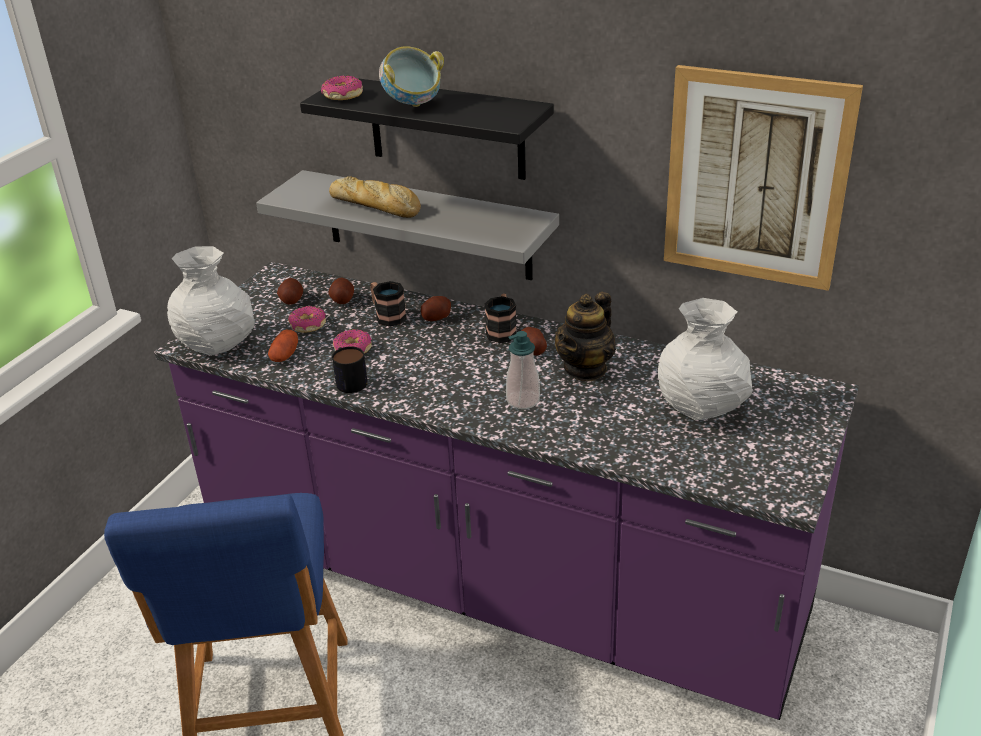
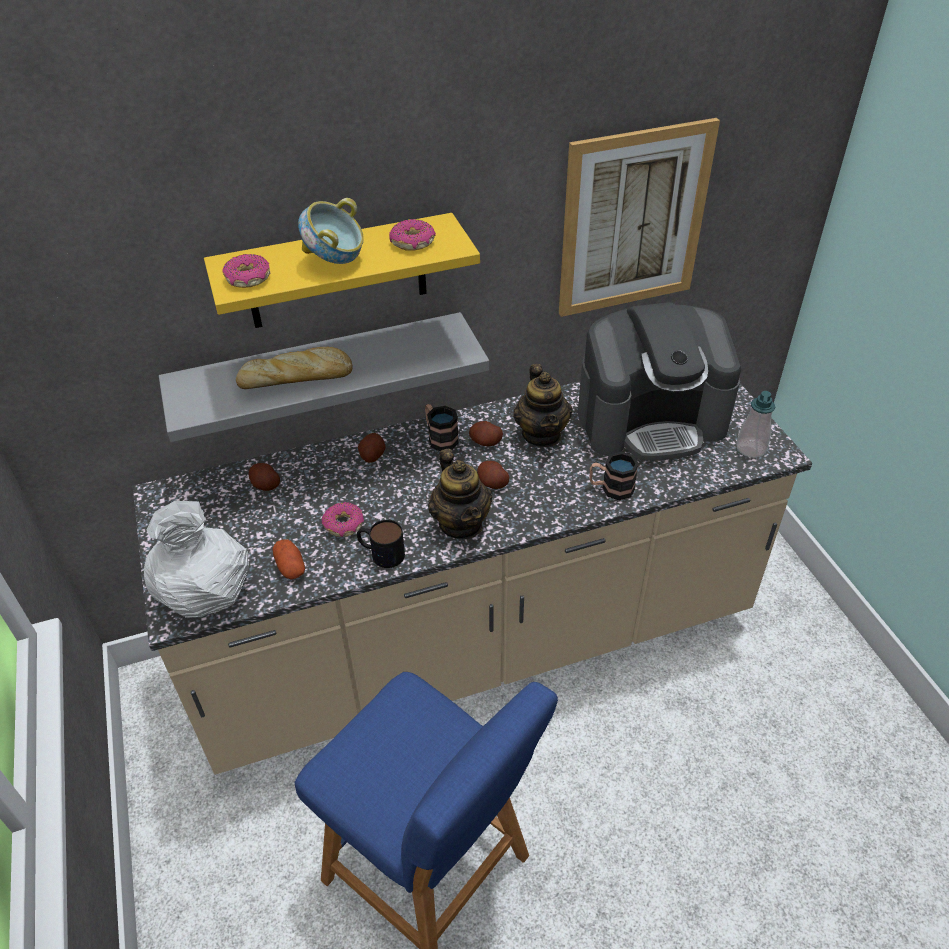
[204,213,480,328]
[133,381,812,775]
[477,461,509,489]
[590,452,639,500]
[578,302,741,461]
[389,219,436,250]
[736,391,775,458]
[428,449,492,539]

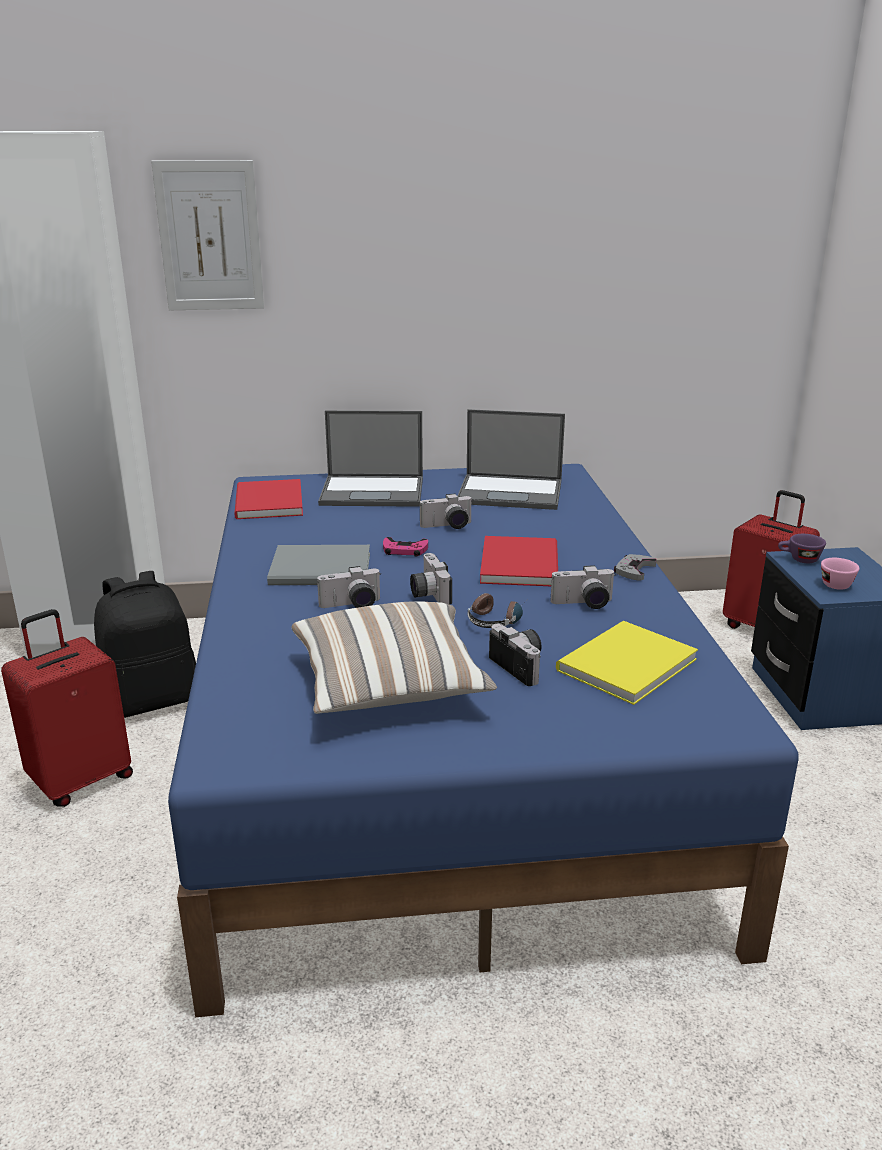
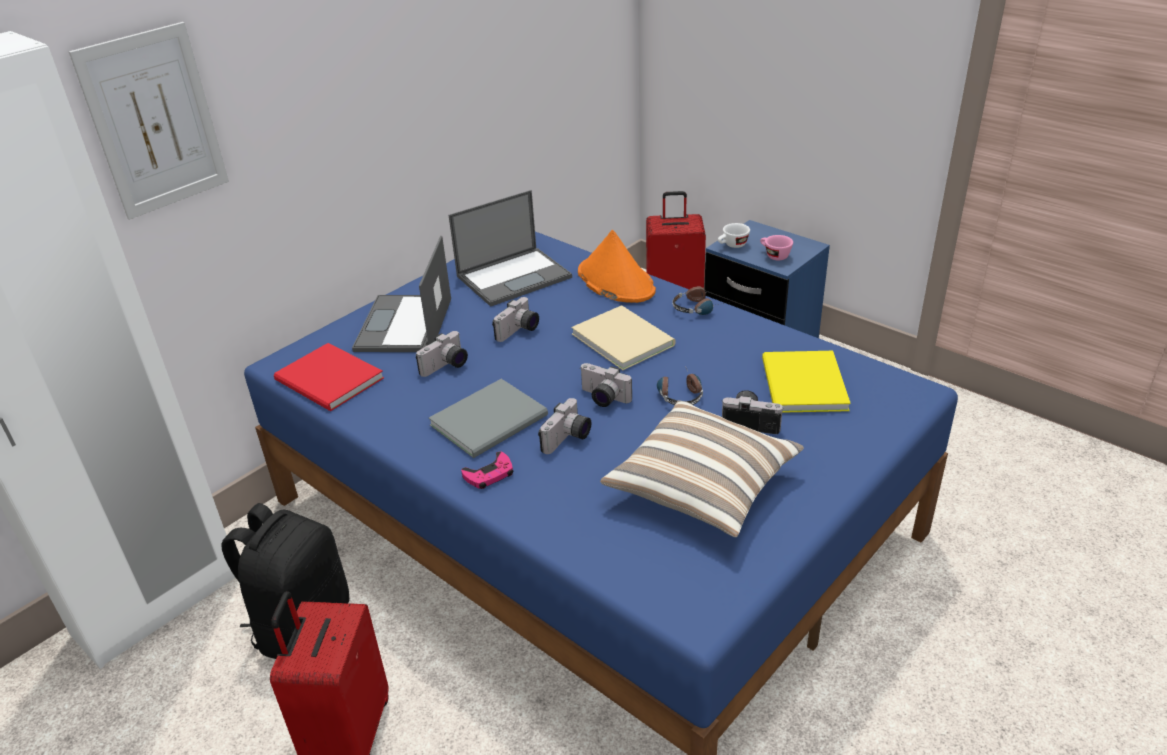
[352,236,451,352]
[718,223,750,248]
[571,305,676,370]
[461,452,513,489]
[672,287,724,315]
[416,331,468,377]
[578,230,656,303]

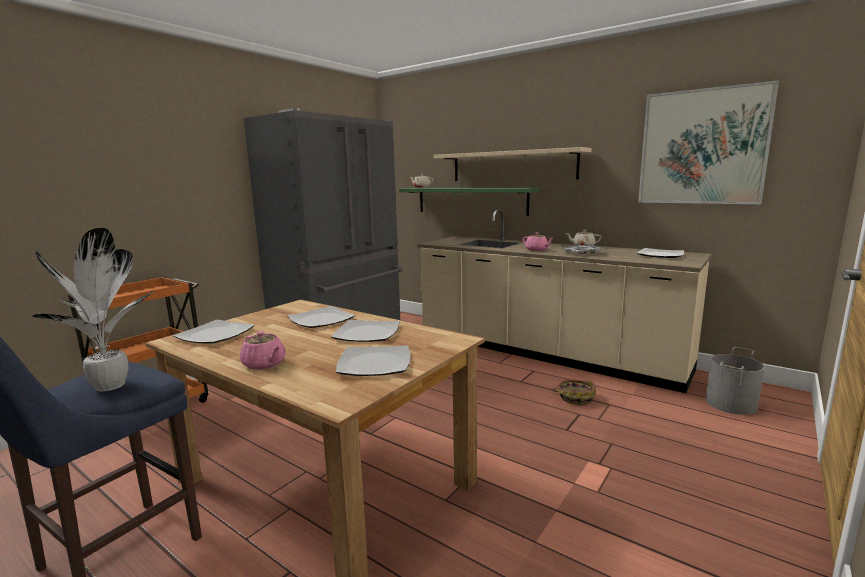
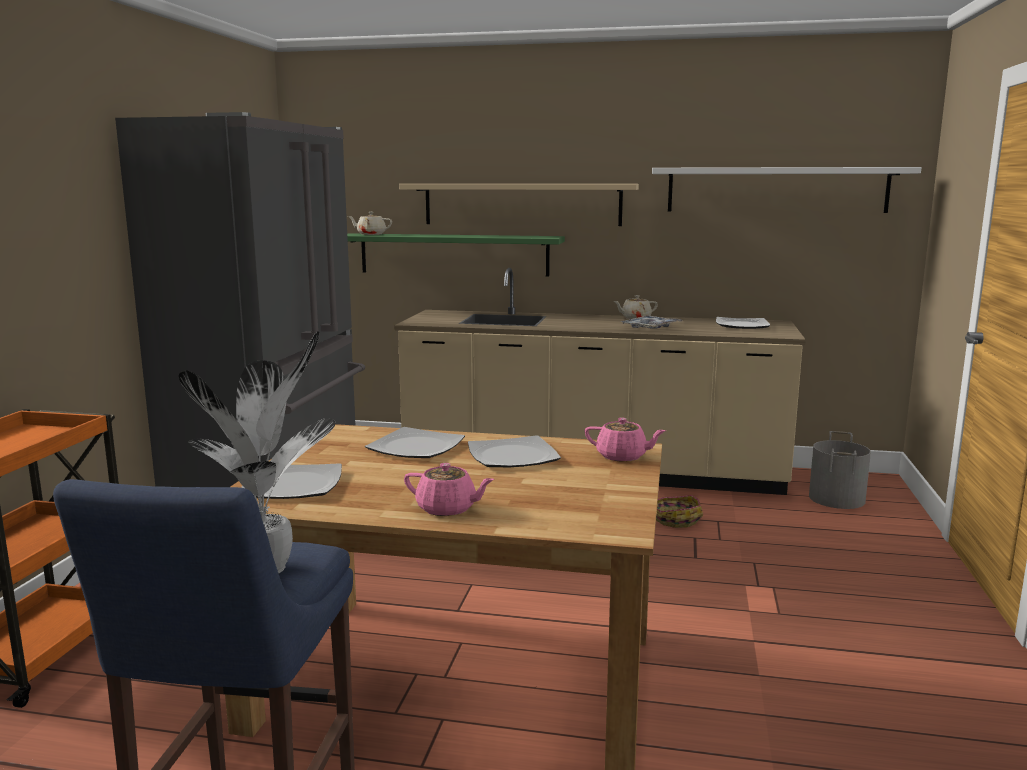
[652,167,921,213]
[585,417,666,462]
[336,345,410,376] (first image)

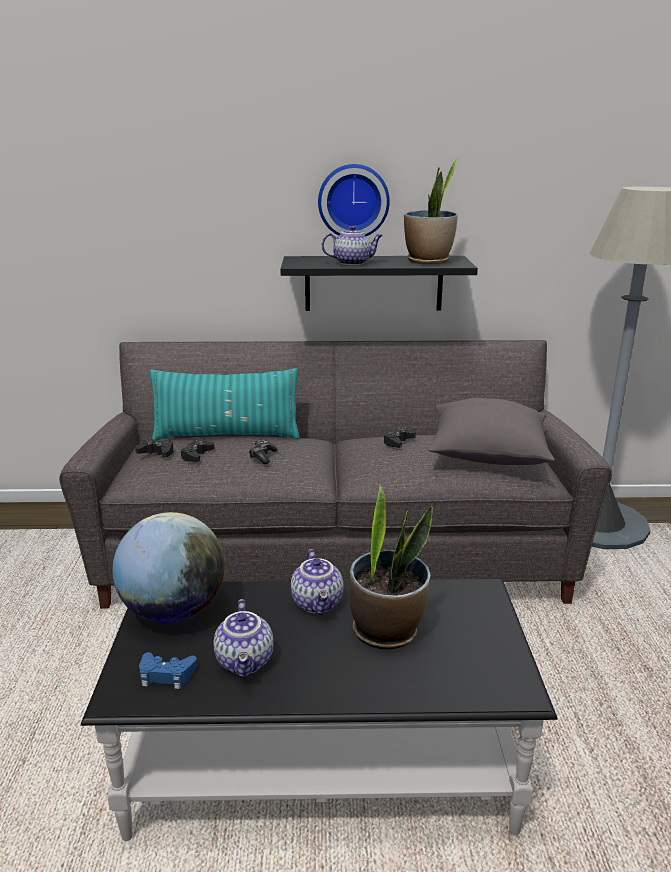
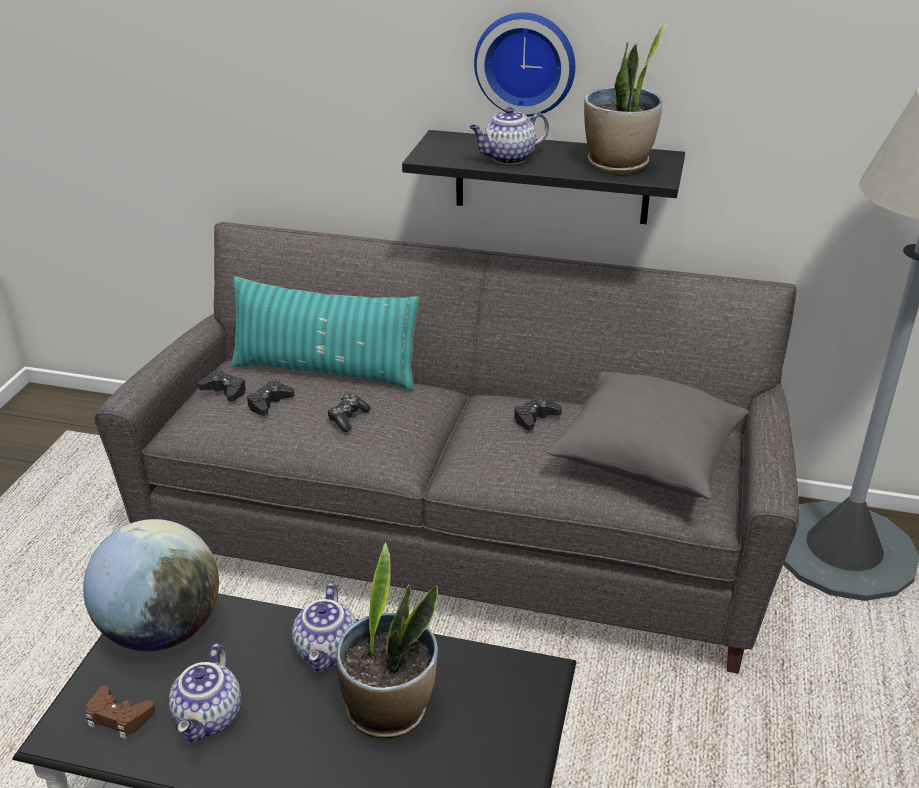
[469,107,549,165]
[85,685,155,739]

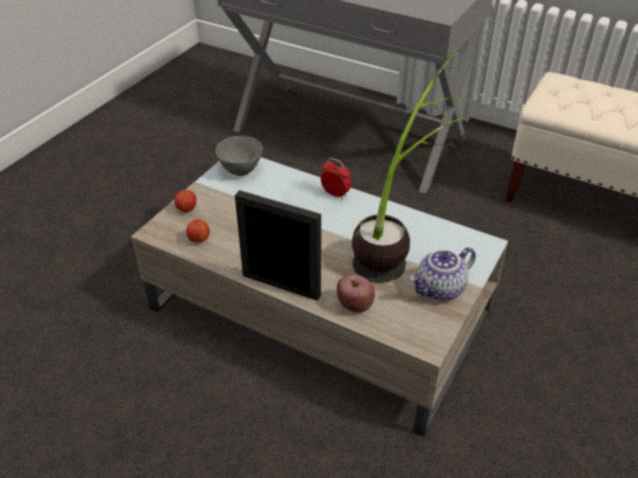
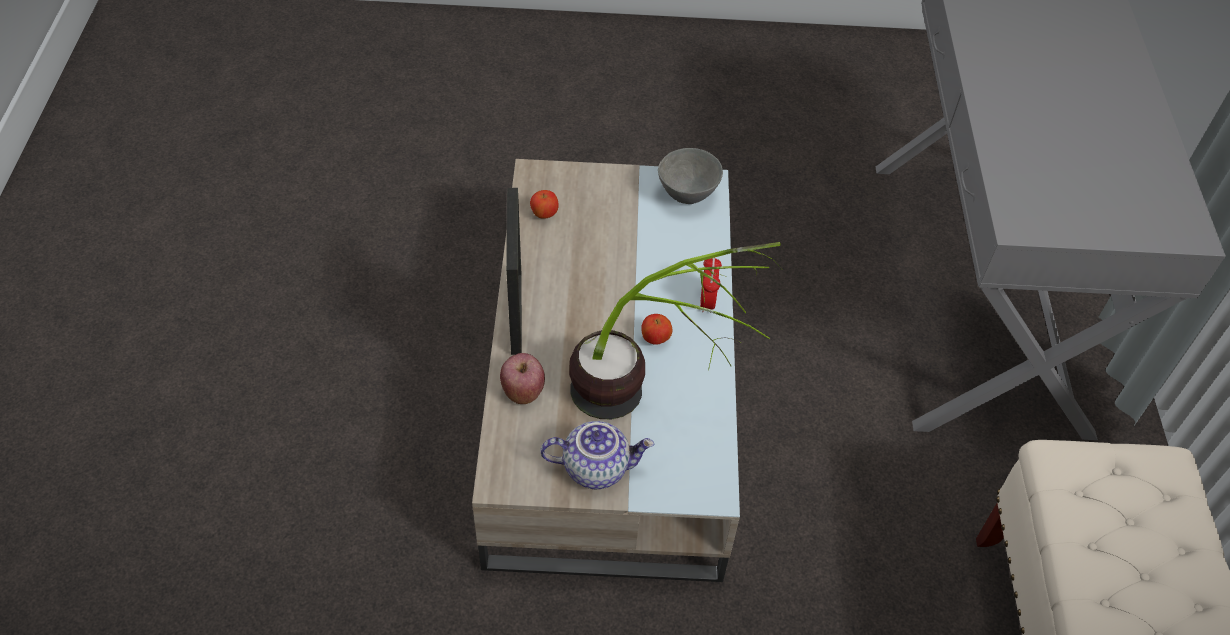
[641,314,672,345]
[540,421,654,489]

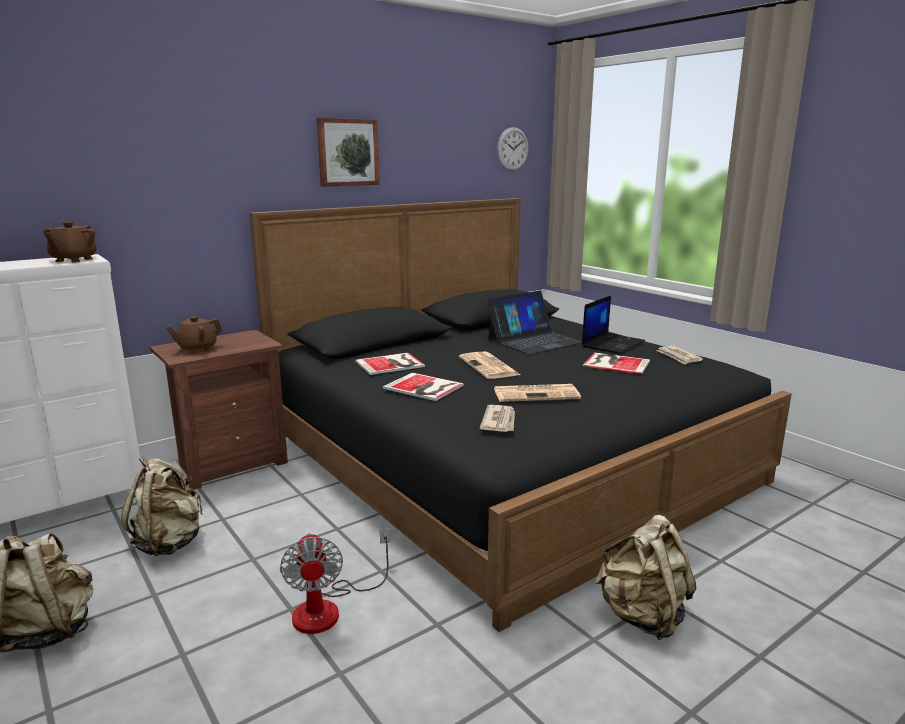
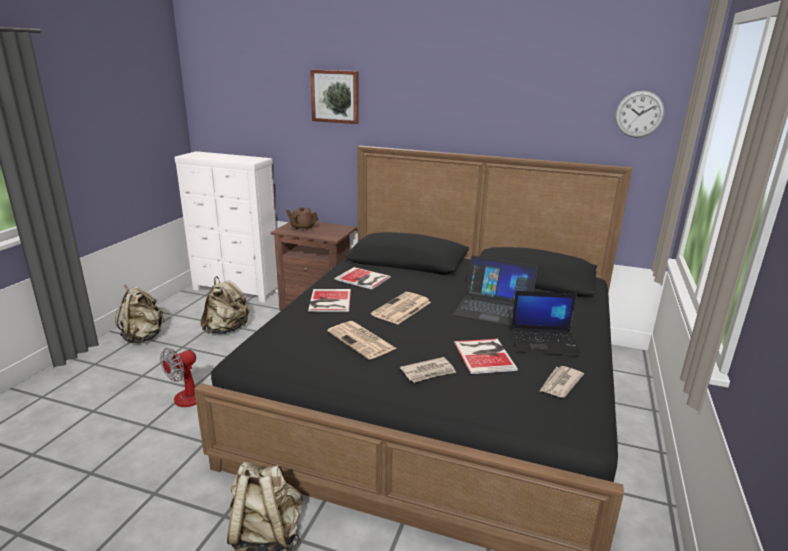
[310,69,358,124]
[43,222,97,263] (first image)
[400,357,456,383]

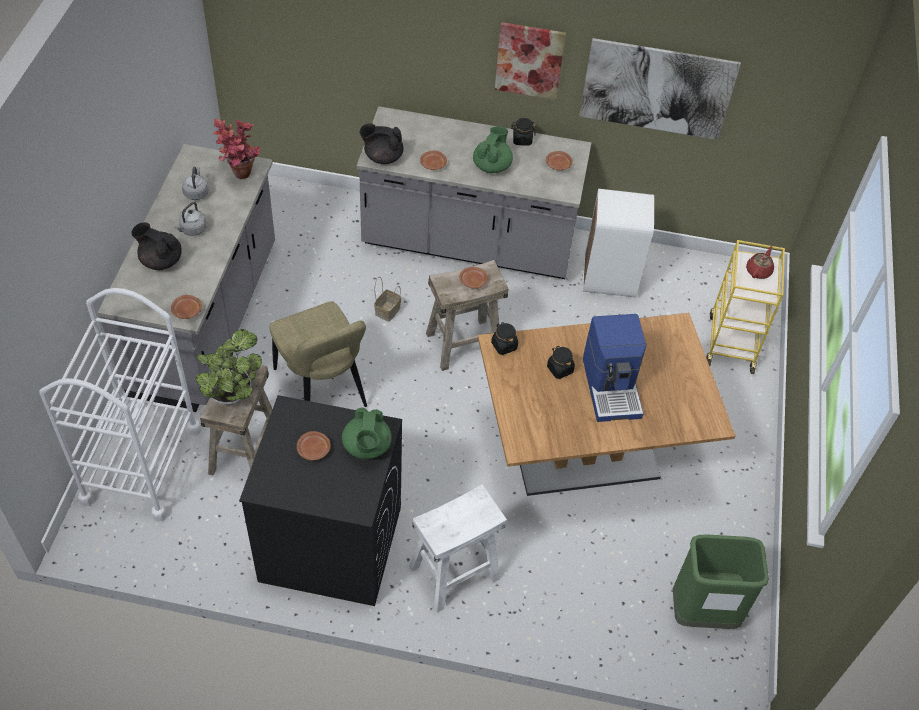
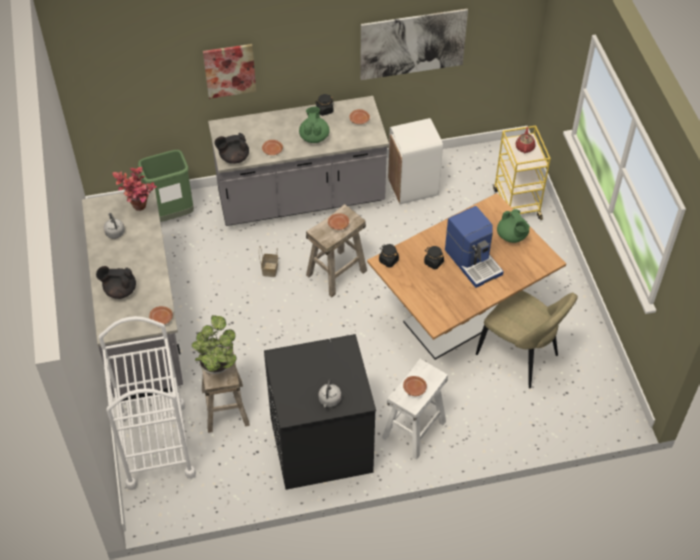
[203,44,256,99]
[319,379,341,407]
[476,290,578,389]
[497,209,530,243]
[403,376,427,396]
[138,150,194,222]

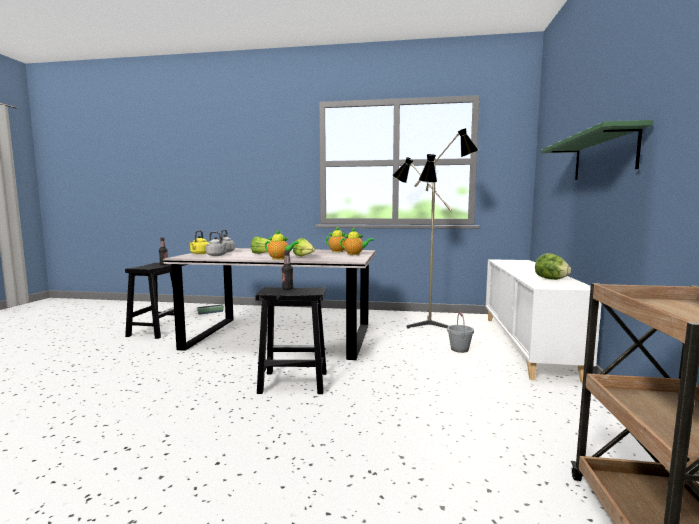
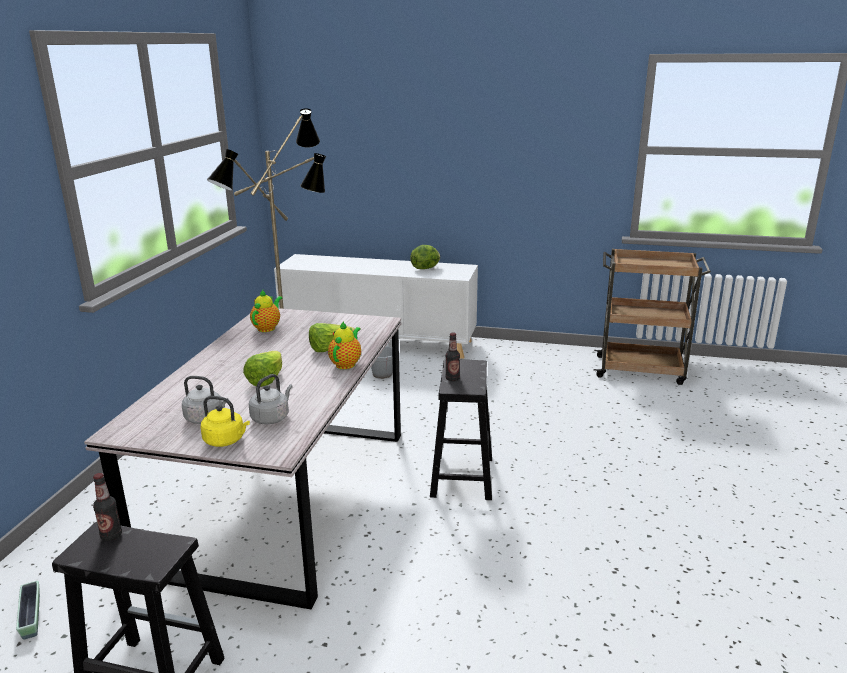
[541,120,653,180] (first image)
[340,228,373,255] (first image)

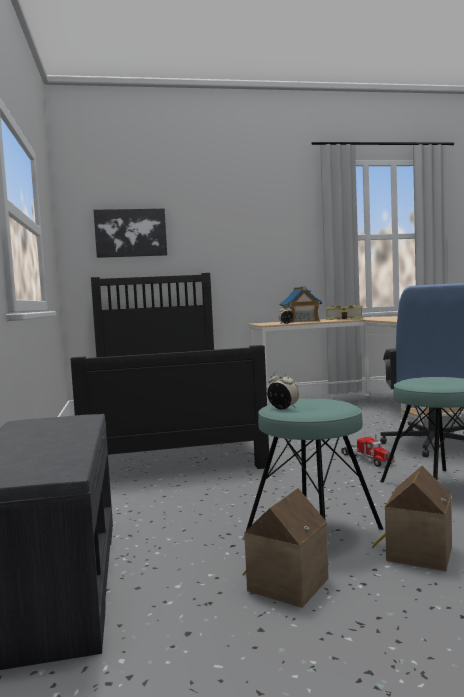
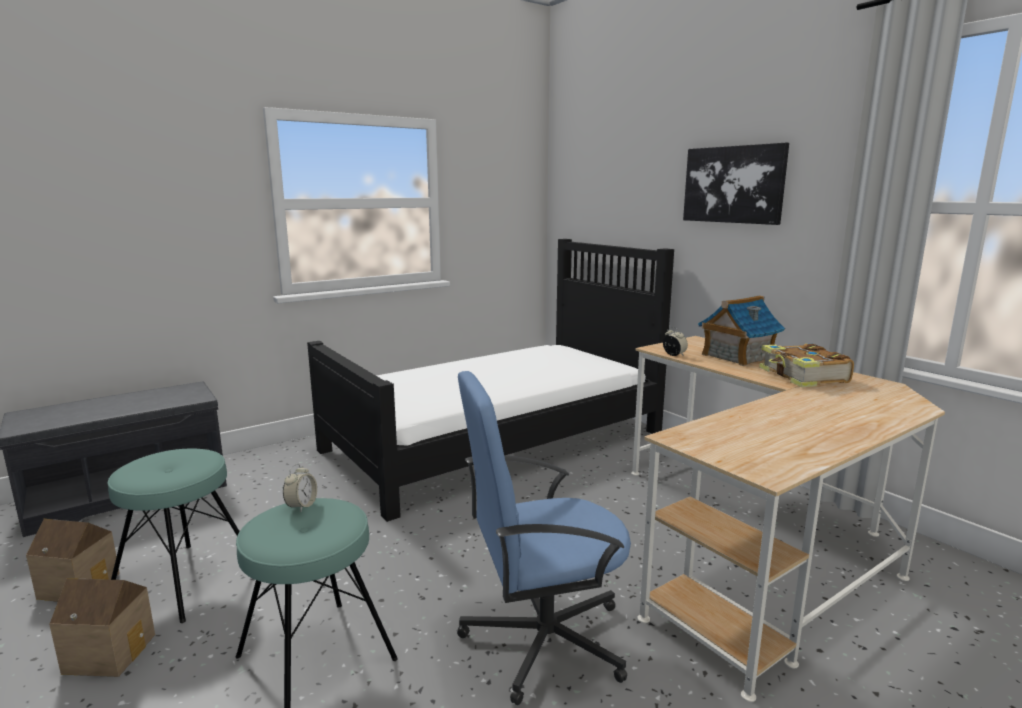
[683,143,789,225]
[283,464,317,512]
[341,434,395,467] (first image)

